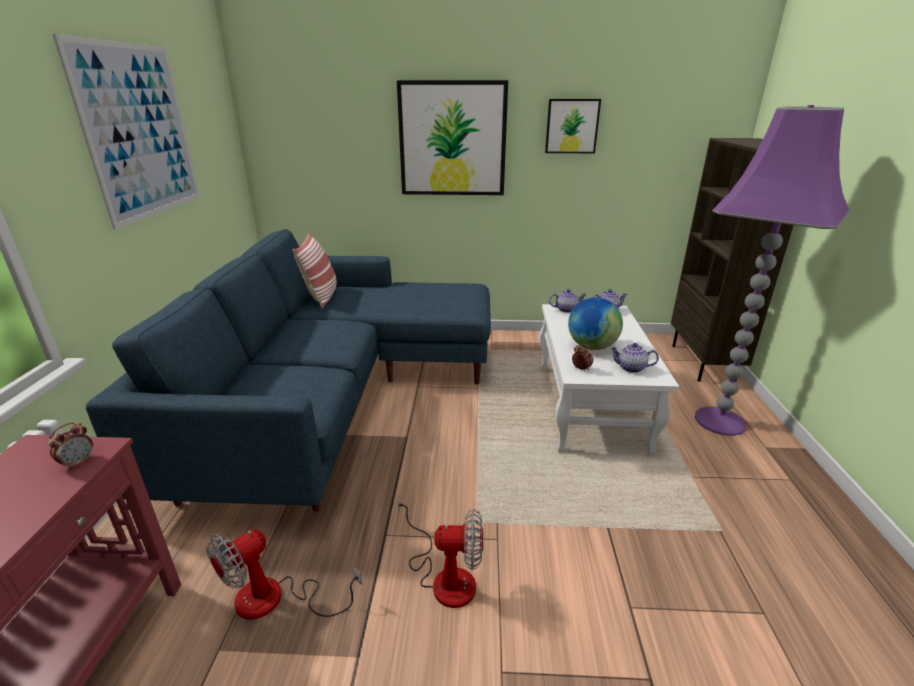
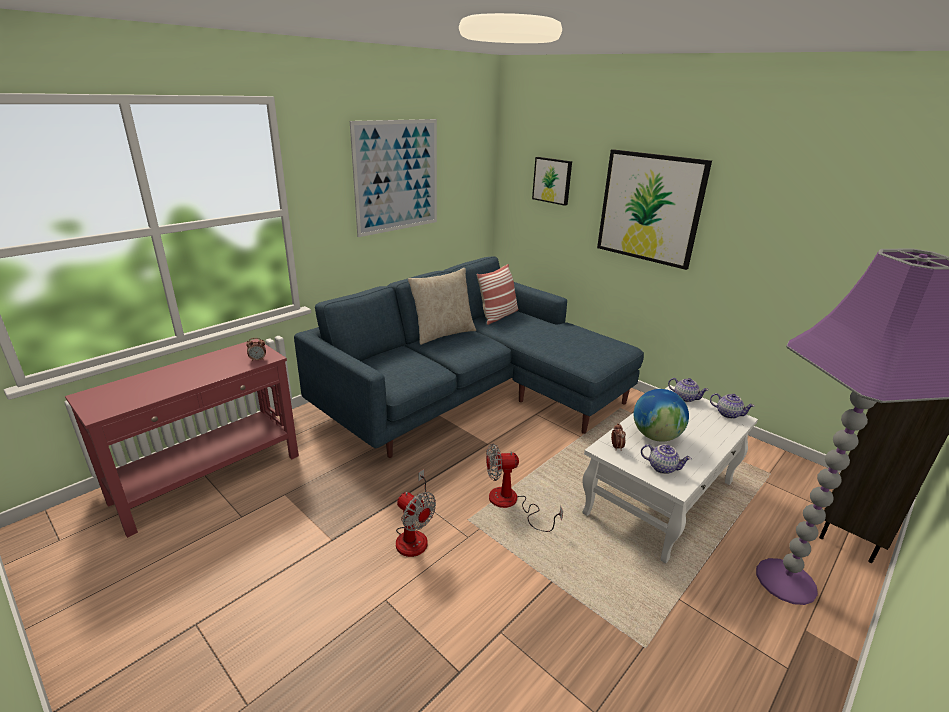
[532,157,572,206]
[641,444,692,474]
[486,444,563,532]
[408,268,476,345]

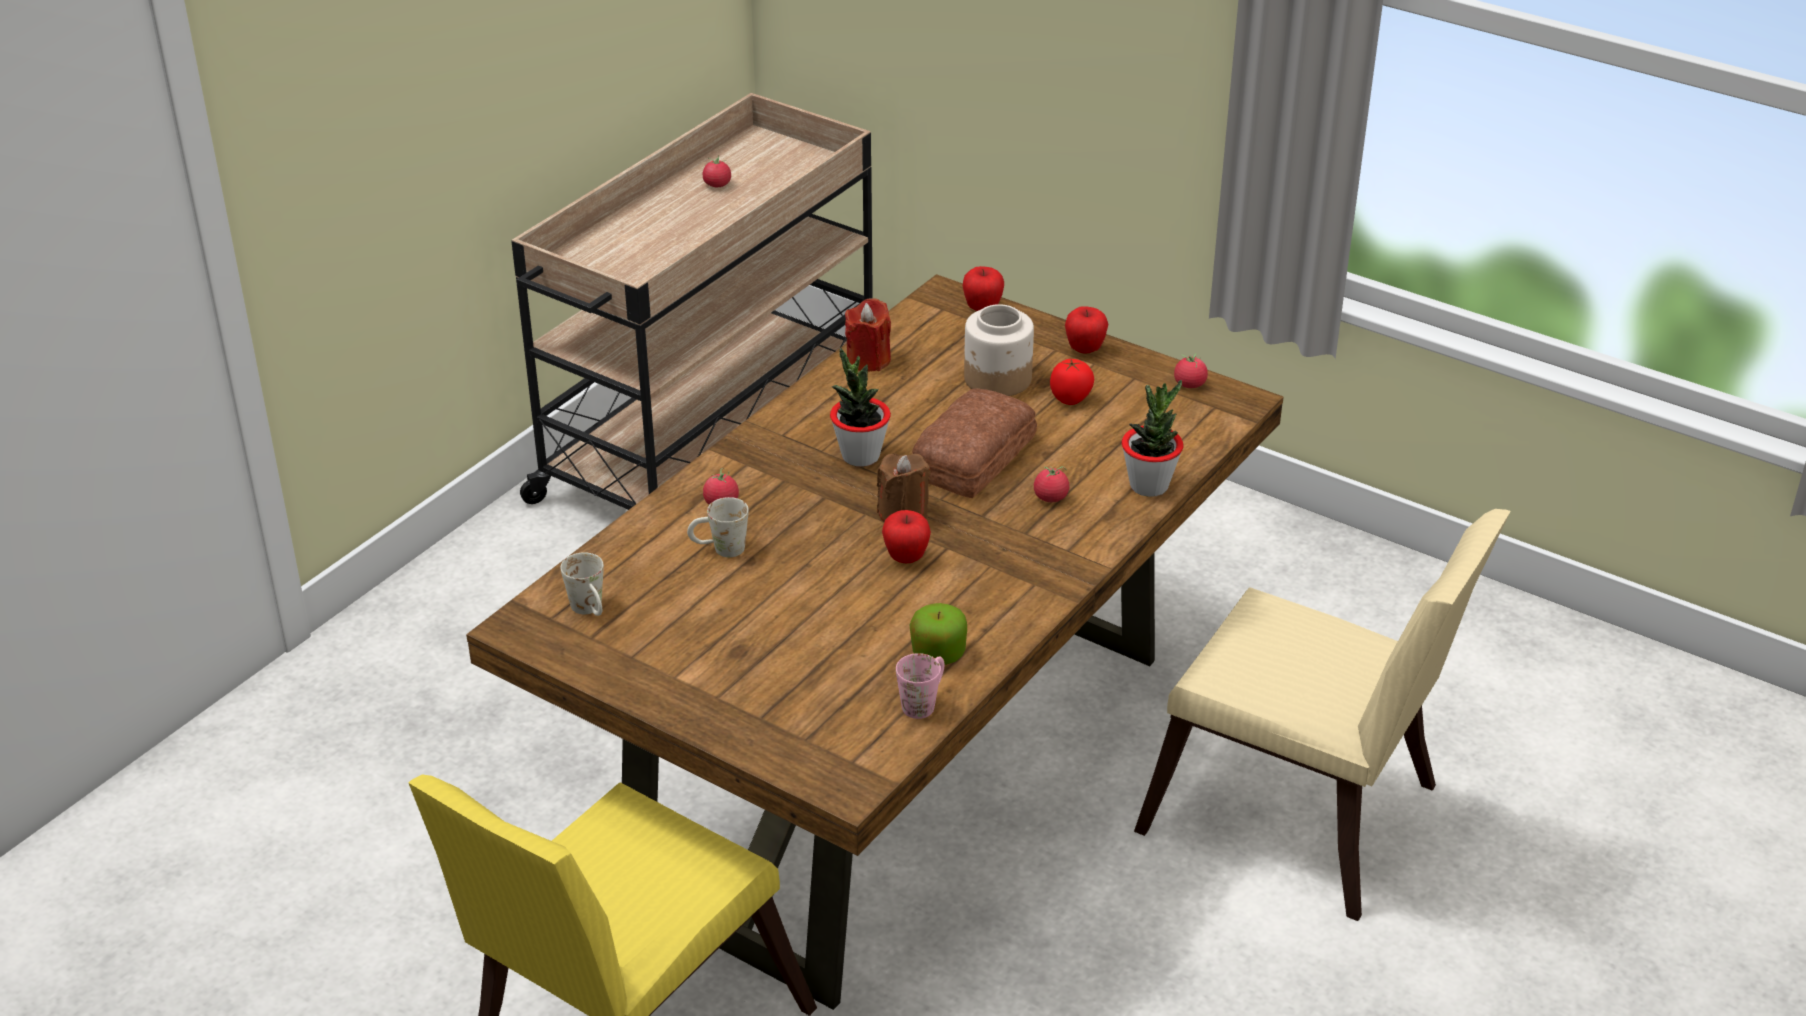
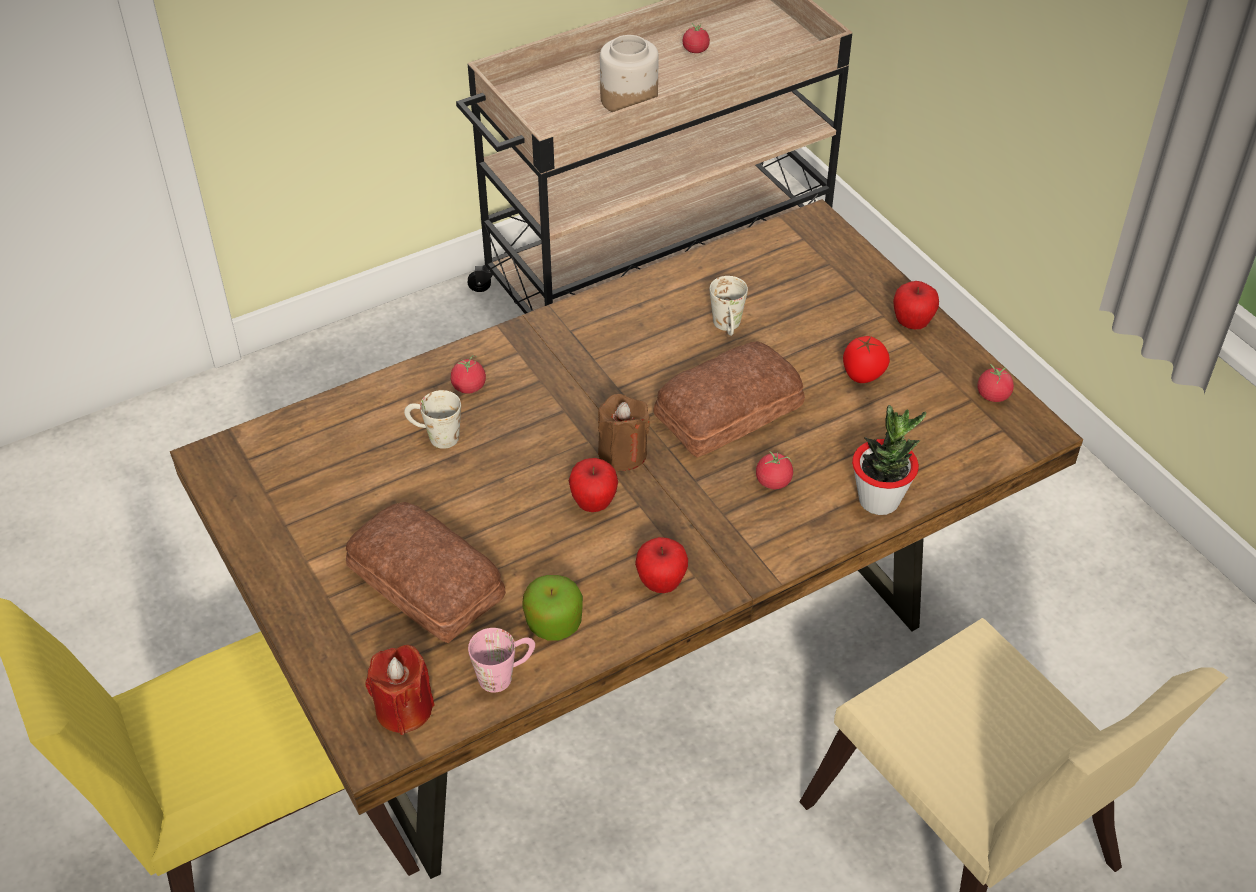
[635,537,688,593]
[366,645,435,735]
[600,35,659,112]
[830,348,891,467] (first image)
[710,276,748,336]
[346,502,506,643]

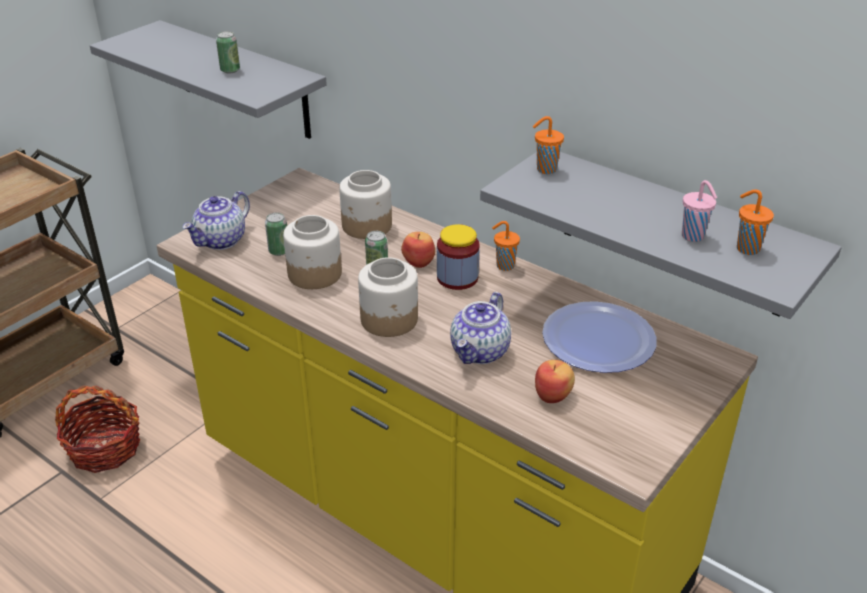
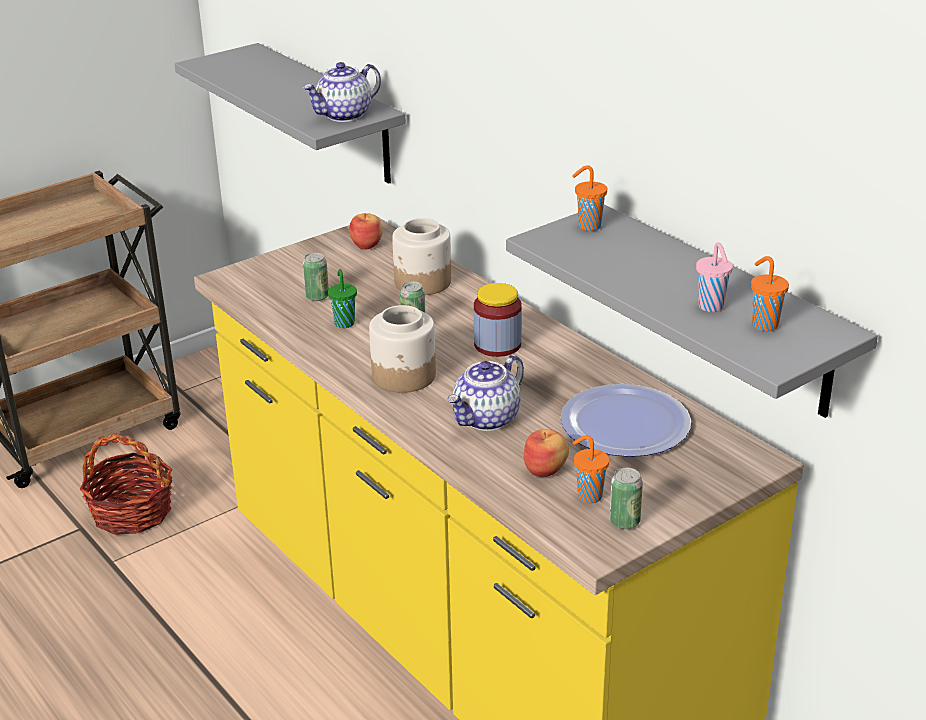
[610,468,643,529]
[303,62,381,122]
[328,269,357,328]
[573,435,609,504]
[349,213,382,250]

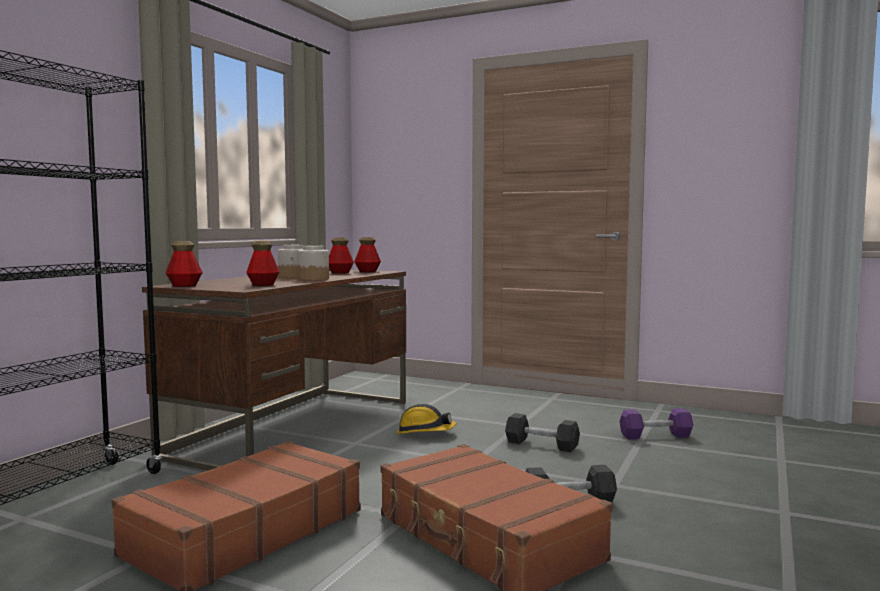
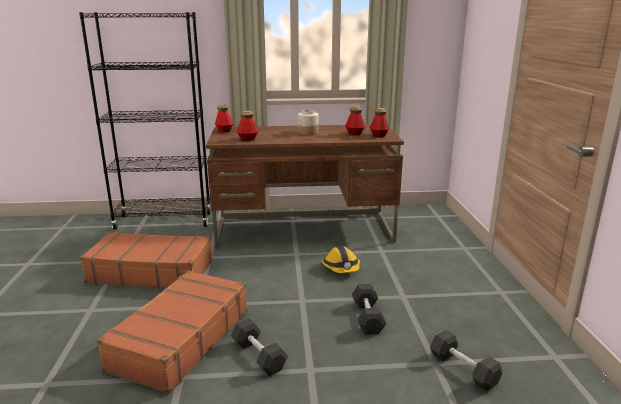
[298,245,329,281] (first image)
[430,330,502,391]

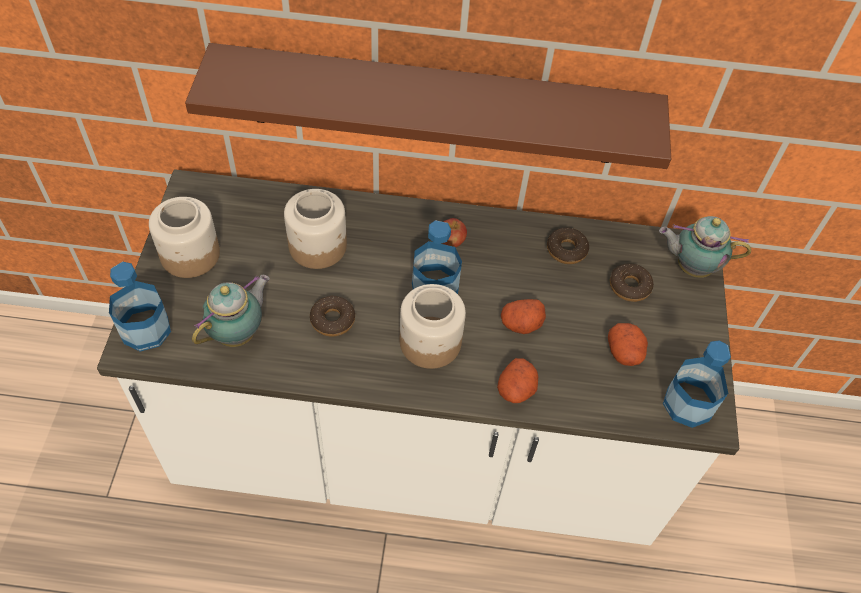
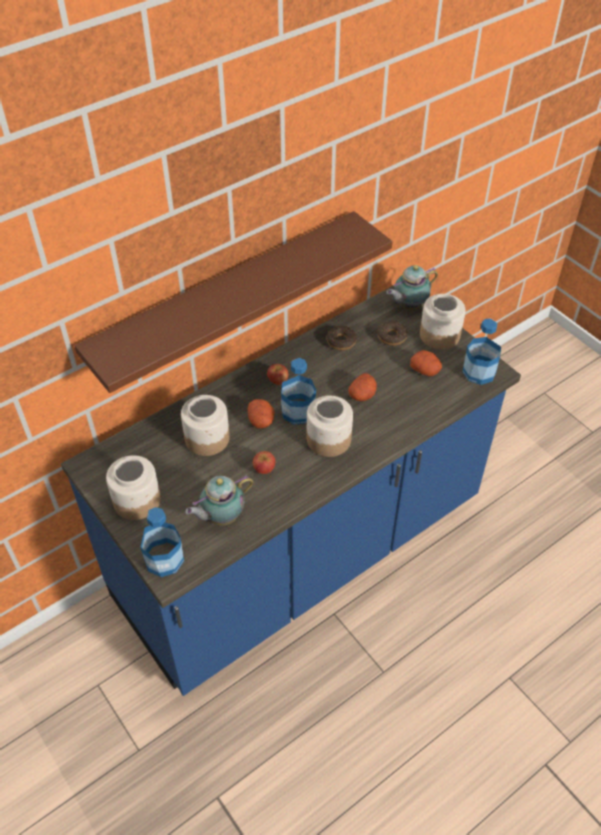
[61,285,521,696]
[185,475,254,526]
[253,451,275,474]
[248,399,275,428]
[420,294,465,350]

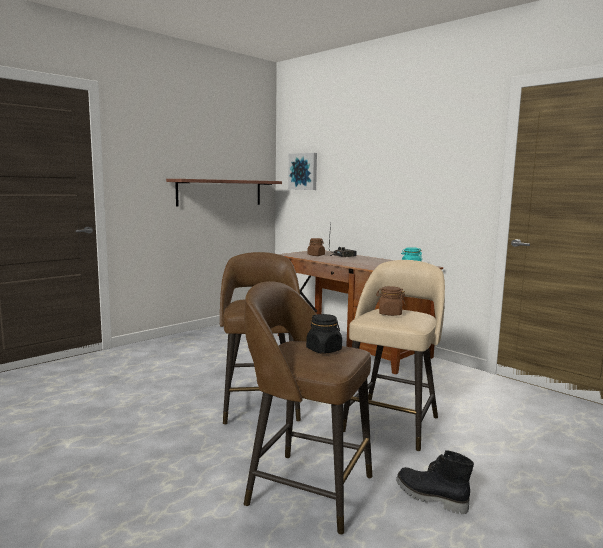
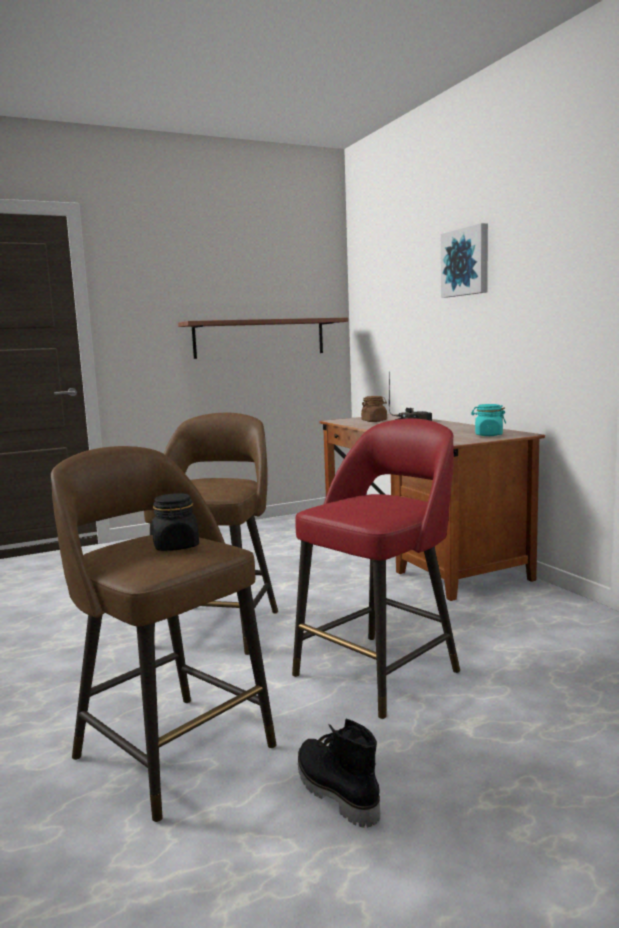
[441,223,488,298]
[292,418,460,719]
[376,286,406,316] (first image)

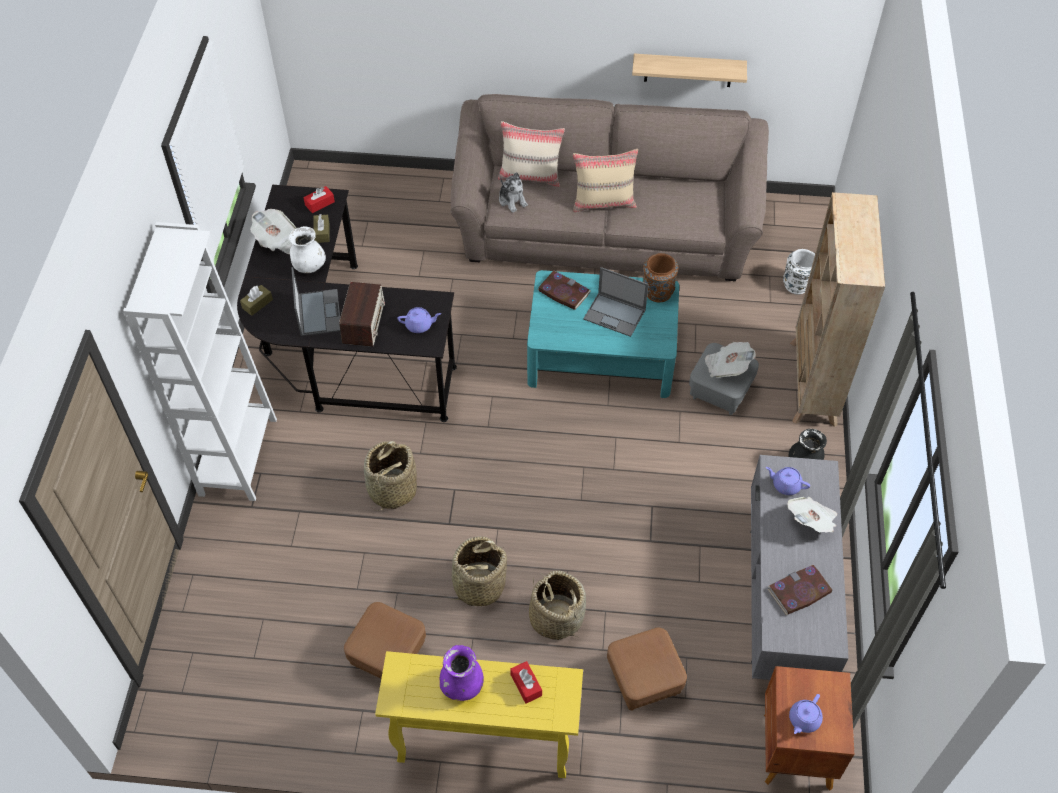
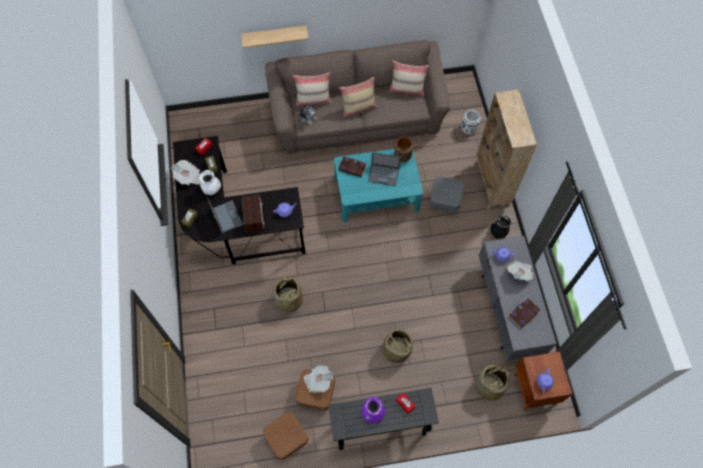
[241,25,309,48]
[123,222,277,501] (first image)
[304,365,333,393]
[476,365,509,401]
[263,412,308,460]
[328,388,439,450]
[389,61,429,96]

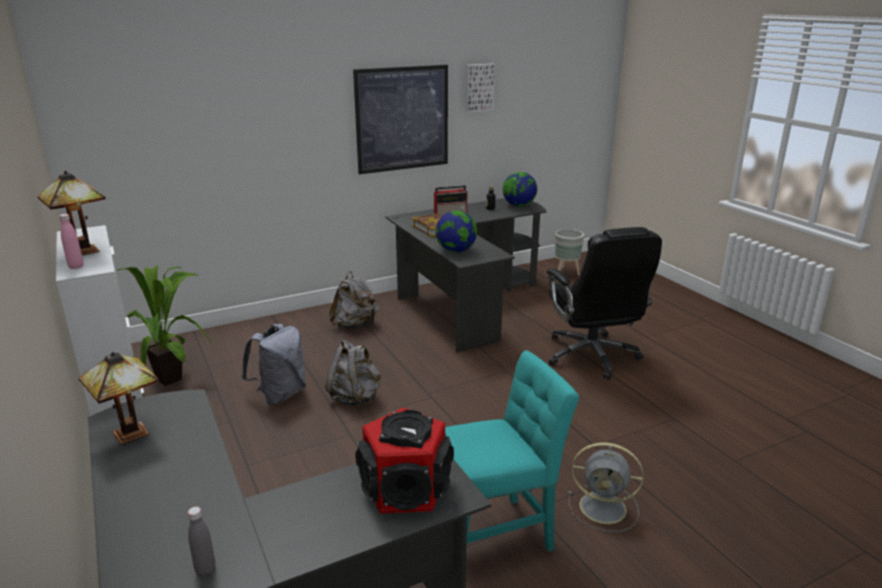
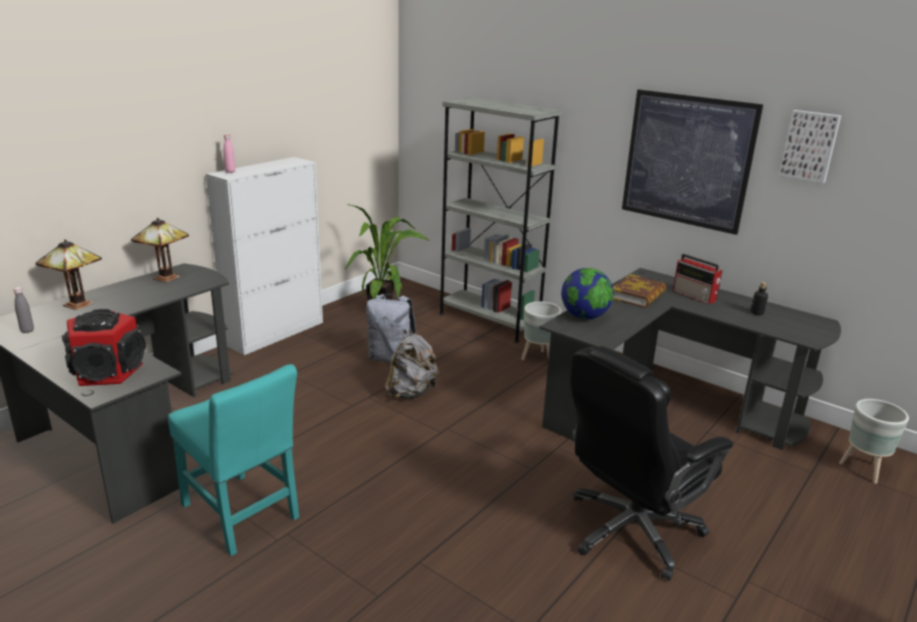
[36,239,102,310]
[503,172,537,207] (first image)
[522,301,562,360]
[568,443,644,532] (first image)
[439,97,562,343]

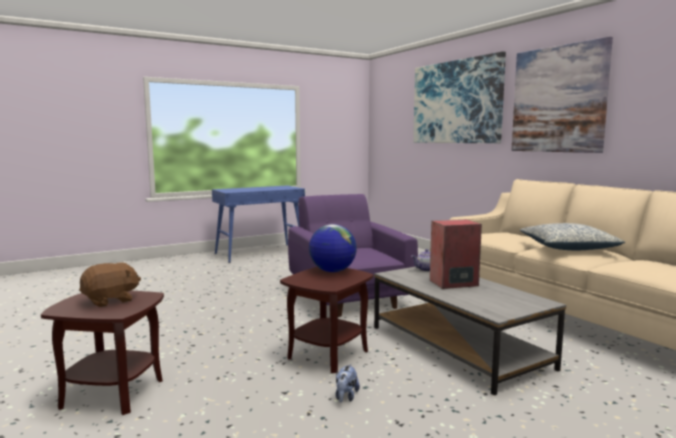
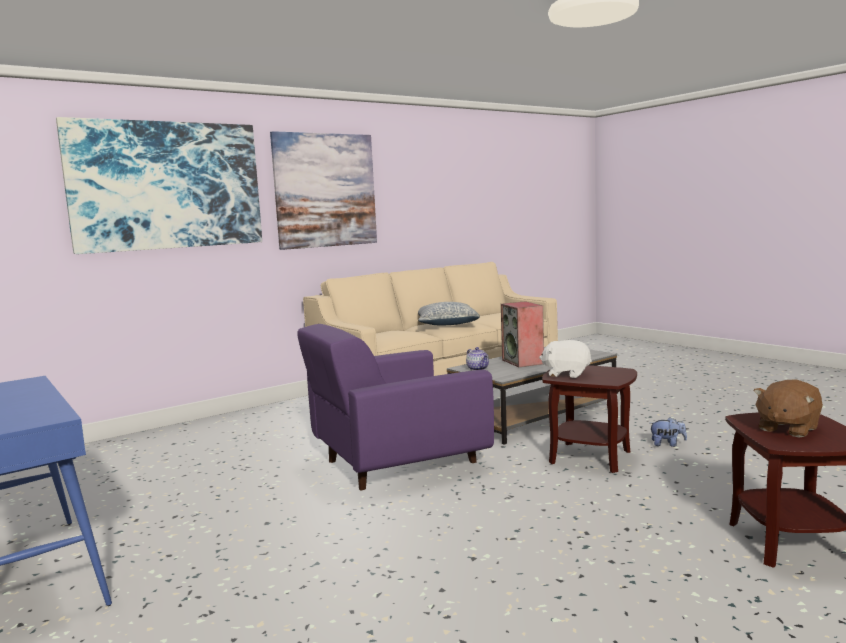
[539,340,592,378]
[753,380,823,437]

